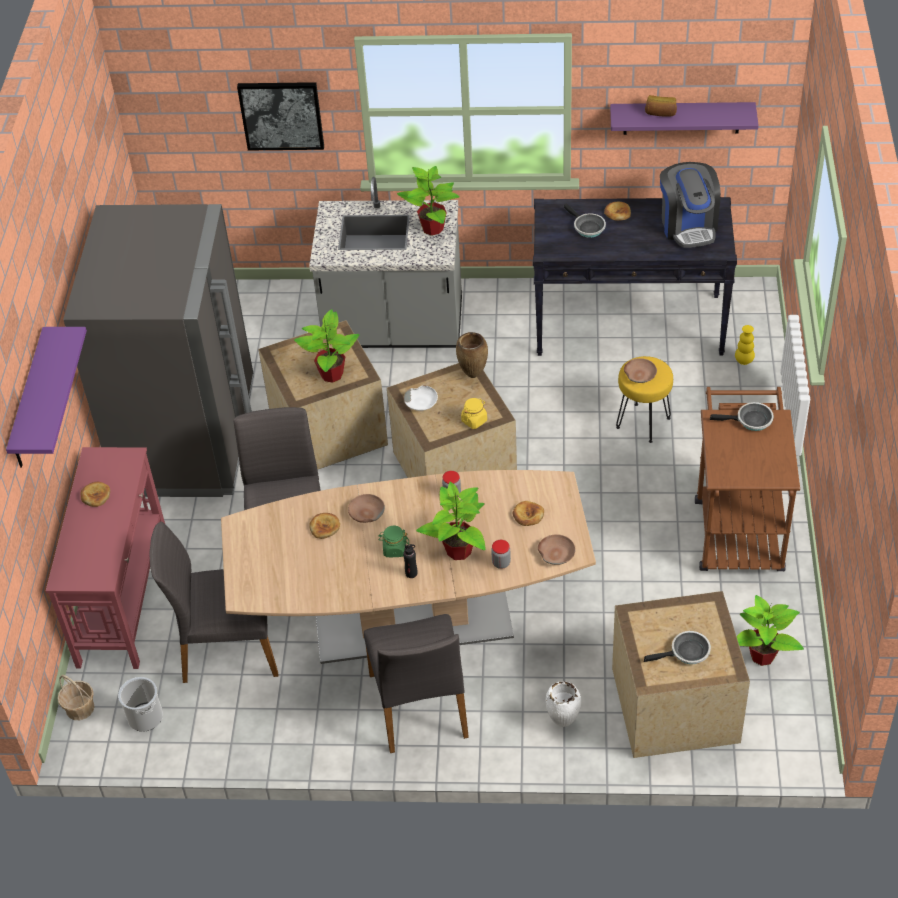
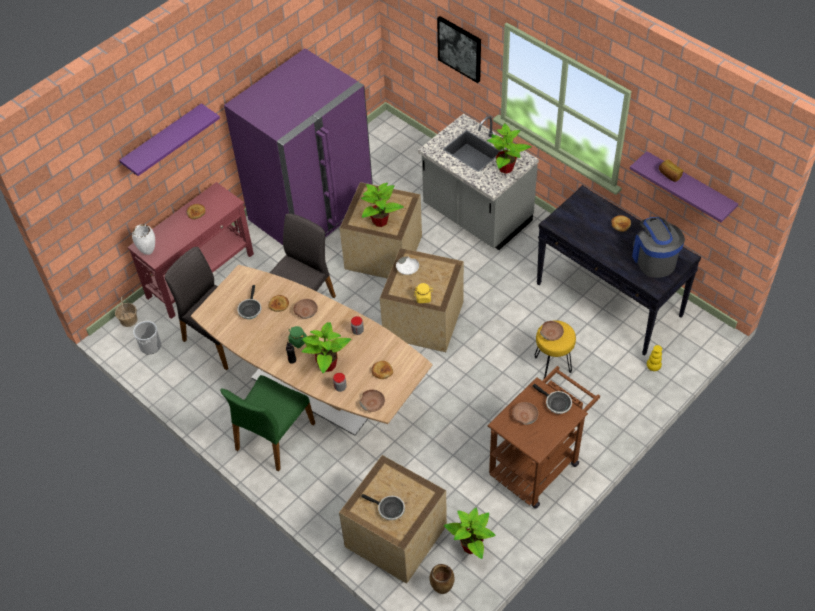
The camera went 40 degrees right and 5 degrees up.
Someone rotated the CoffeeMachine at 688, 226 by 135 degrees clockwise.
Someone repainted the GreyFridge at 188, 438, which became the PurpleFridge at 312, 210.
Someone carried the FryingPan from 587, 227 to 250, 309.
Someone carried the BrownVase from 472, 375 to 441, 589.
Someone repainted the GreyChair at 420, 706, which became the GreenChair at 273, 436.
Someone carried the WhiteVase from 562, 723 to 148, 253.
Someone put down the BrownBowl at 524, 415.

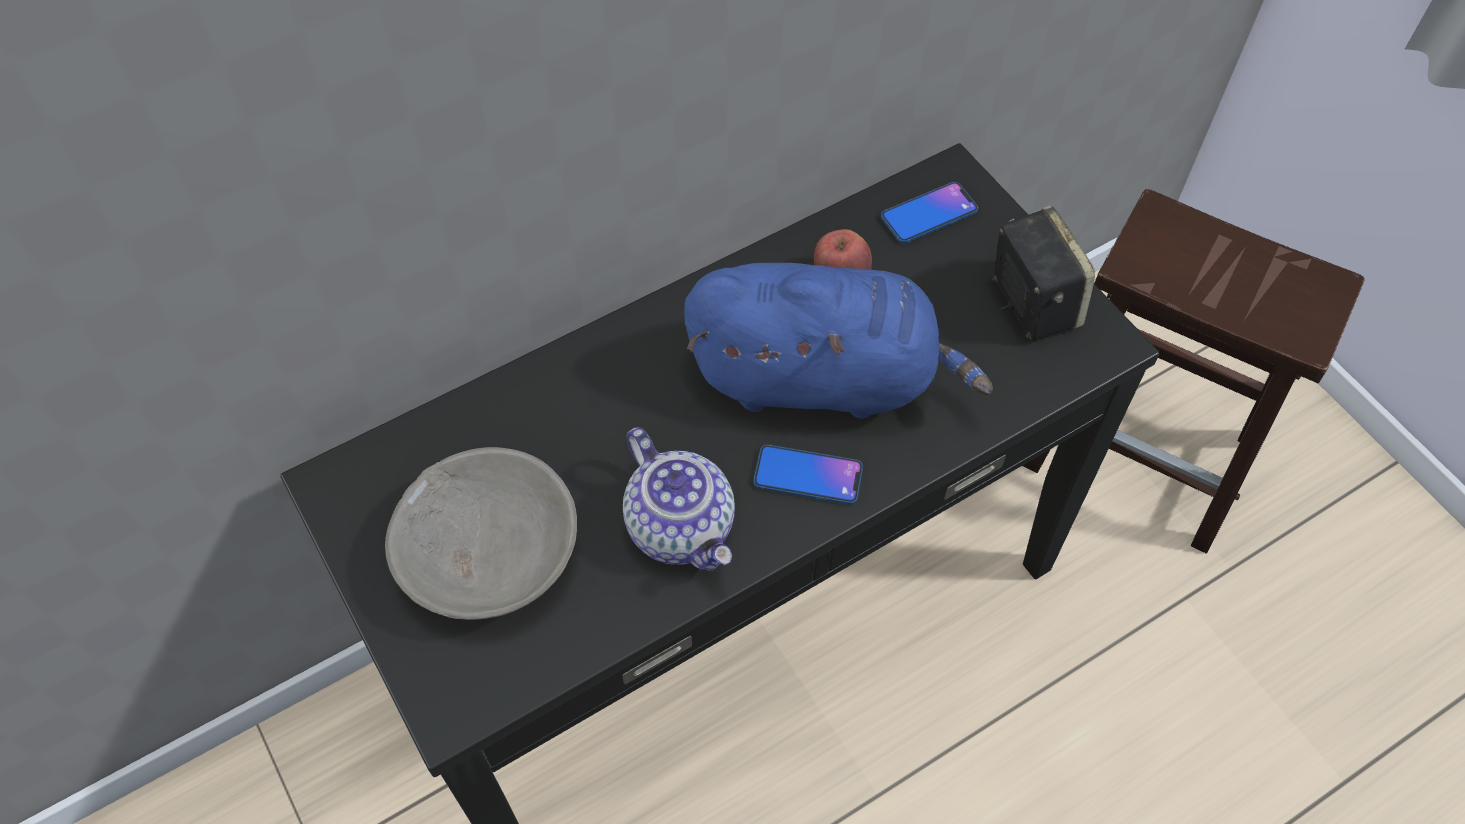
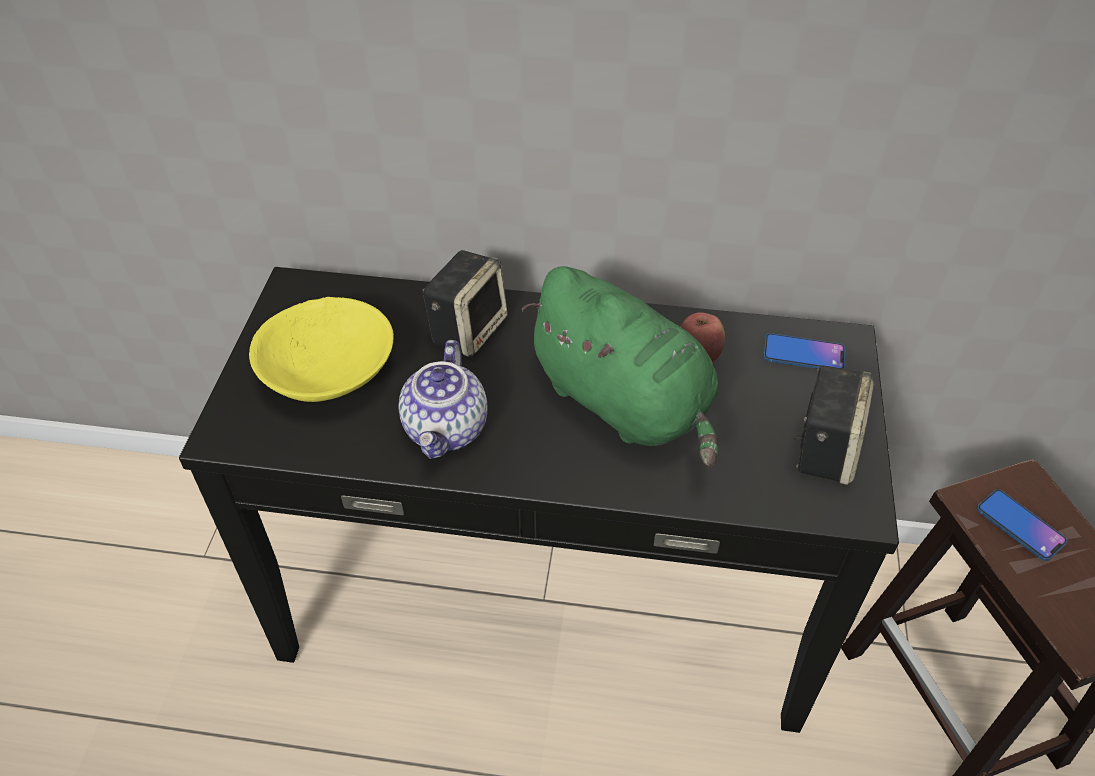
The camera went 40 degrees right and 10 degrees down.
Someone repainted the BluePlushToy at 822, 377, which became the GreenPlushToy at 625, 403.
Someone carried the Phone from 808, 476 to 1020, 525.
Someone repainted the GreyBowl at 490, 554, which became the YellowBowl at 328, 372.
Someone put down the Speaker at 468, 329.

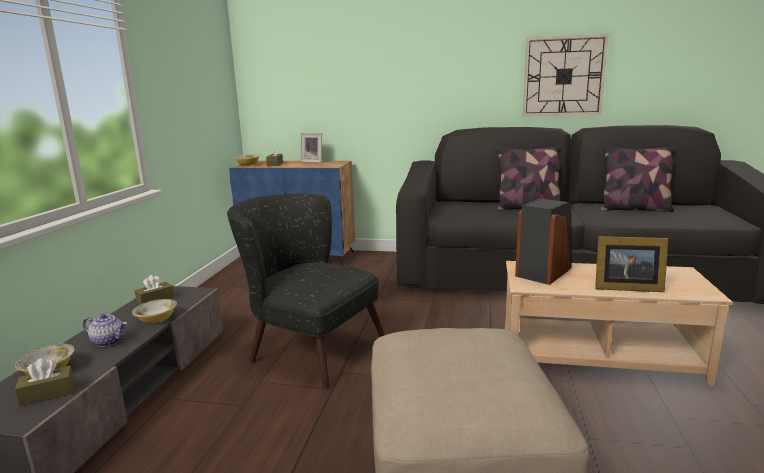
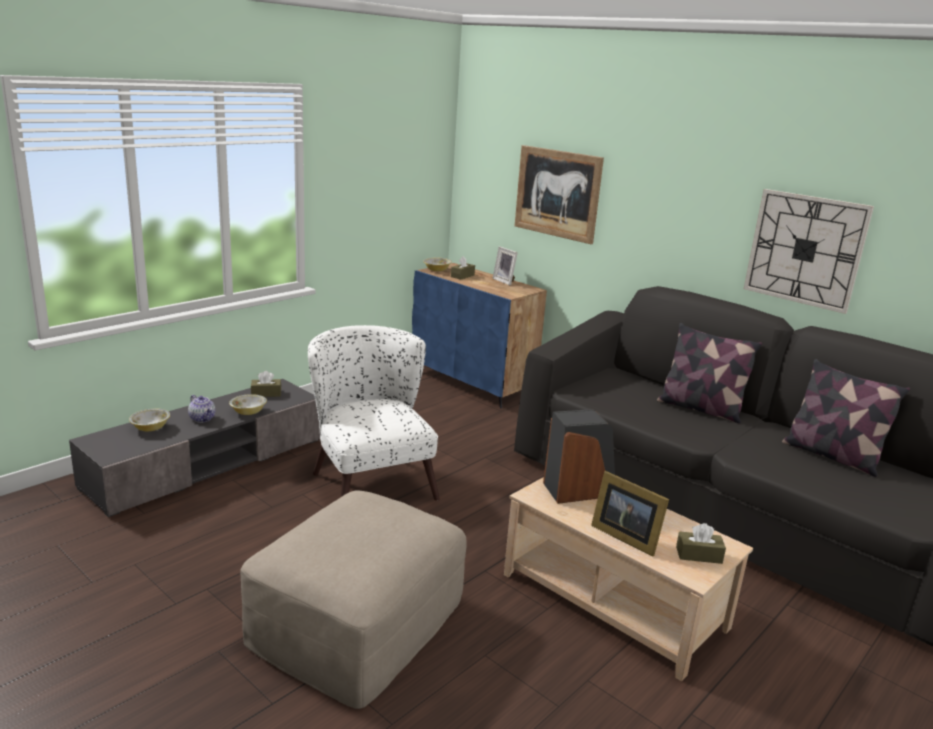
The camera went 30 degrees right and 5 degrees up.
Someone repainted the BlackArmchair at 308, 347, which became the WhiteArmchair at 369, 480.
Someone carried the BrownTissueBox from 48, 394 to 699, 555.
Someone put up the Picture at 557, 193.

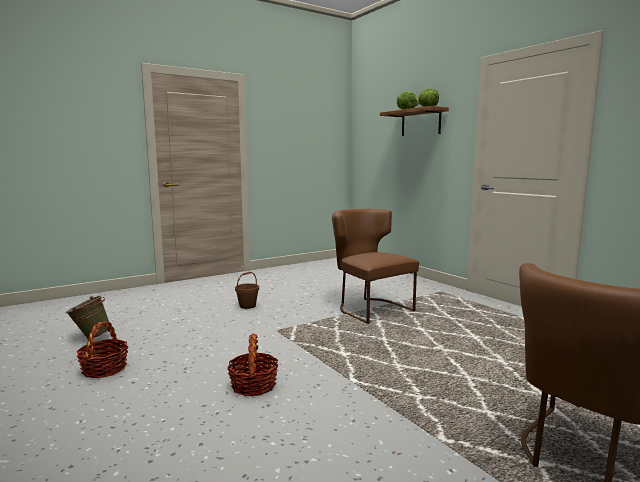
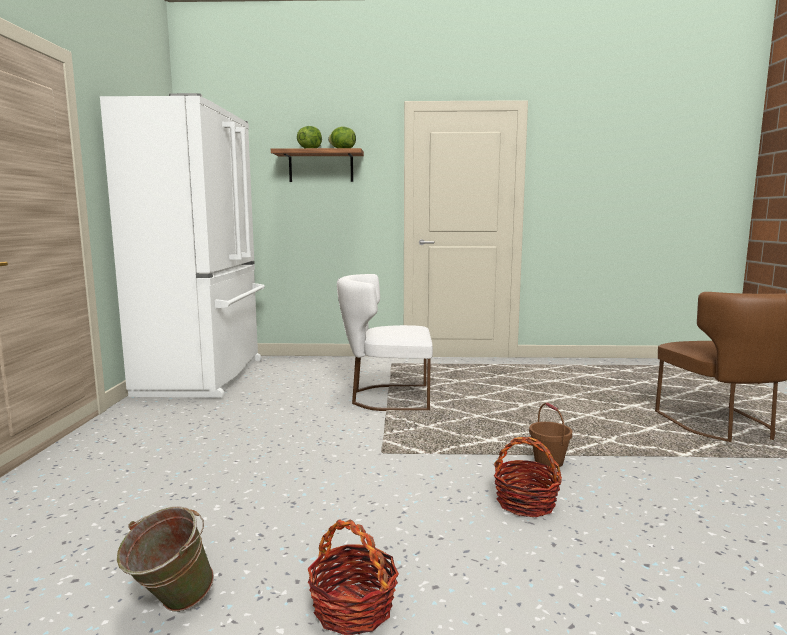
The camera went 55 degrees left and 0 degrees up.
Someone repainted the BrownChair at 369, 308, which became the WhiteChair at 386, 398.
Someone carried the BrownBucket from 247, 306 to 549, 462.
Someone put down the WhiteFridge at 206, 376.

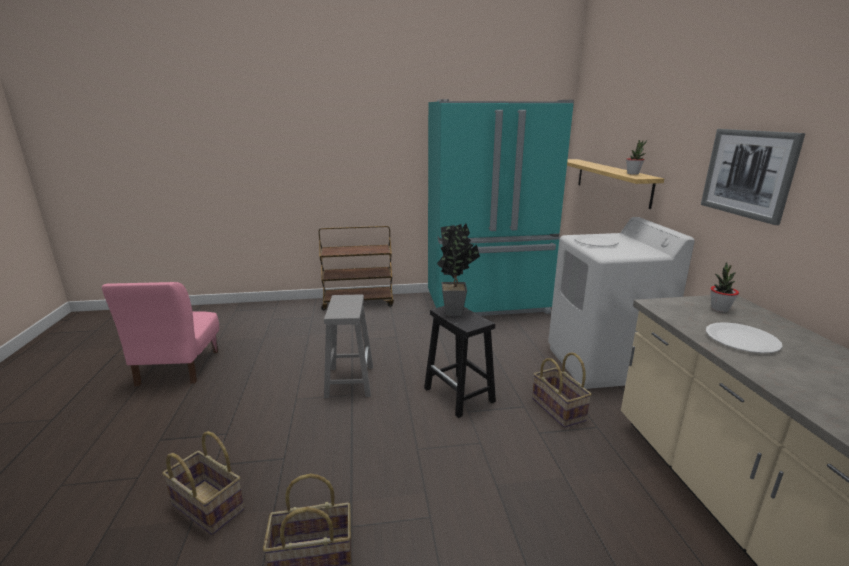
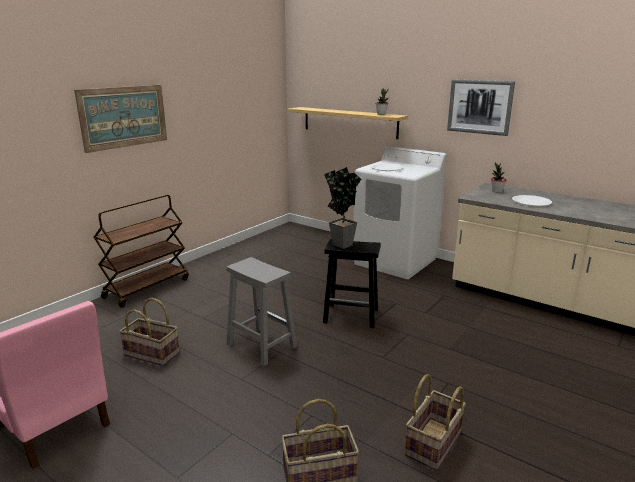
The camera went 45 degrees left and 0 degrees up.
Someone took away the TurquoiseFridge at 488, 304.
Someone carried the Basket from 559, 409 to 152, 353.
Someone put up the Picture at 124, 117.

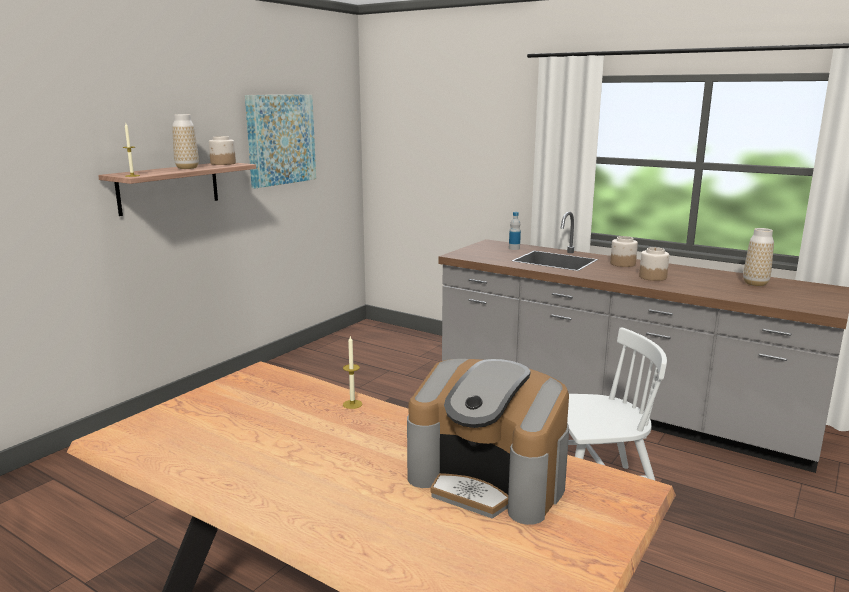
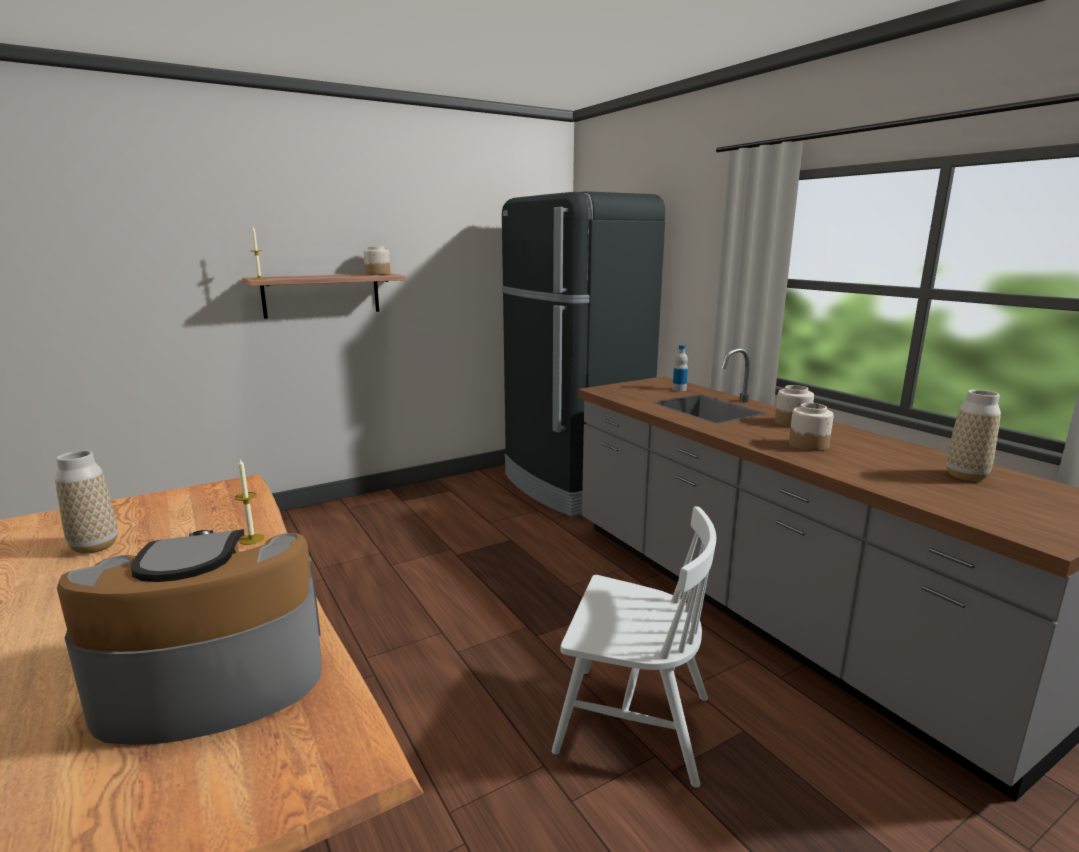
The camera went 25 degrees right and 0 degrees up.
Someone took away the Picture at 280, 139.
Someone carried the Vase from 187, 168 to 95, 546.
Someone rotated the CoffeeMachine at 489, 480 by 105 degrees clockwise.
Someone put down the BlackFridge at 572, 486.

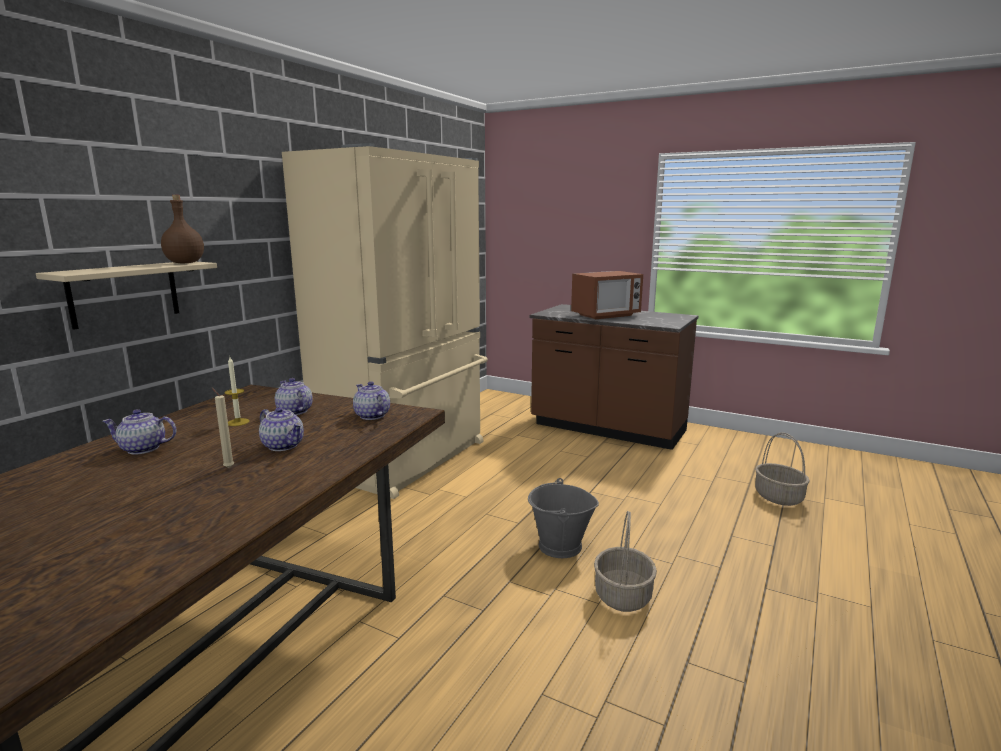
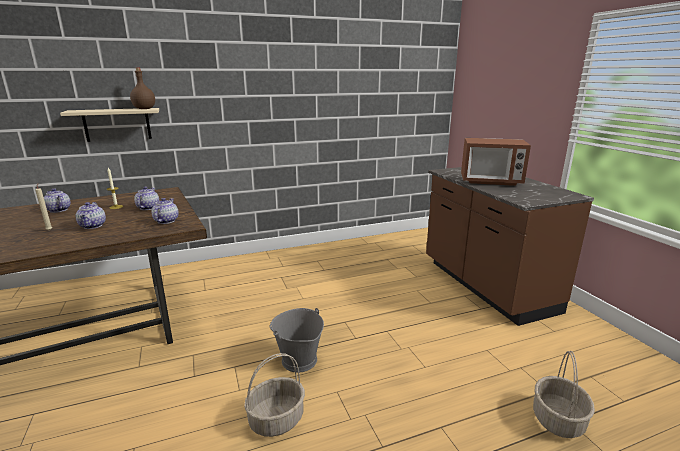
The camera went 40 degrees right and 5 degrees up.
Someone took away the BeigeFridge at 407, 458.

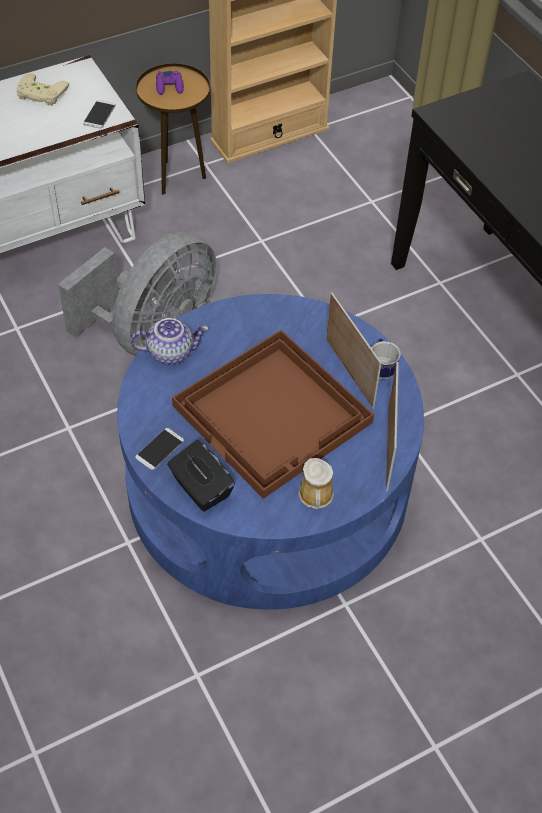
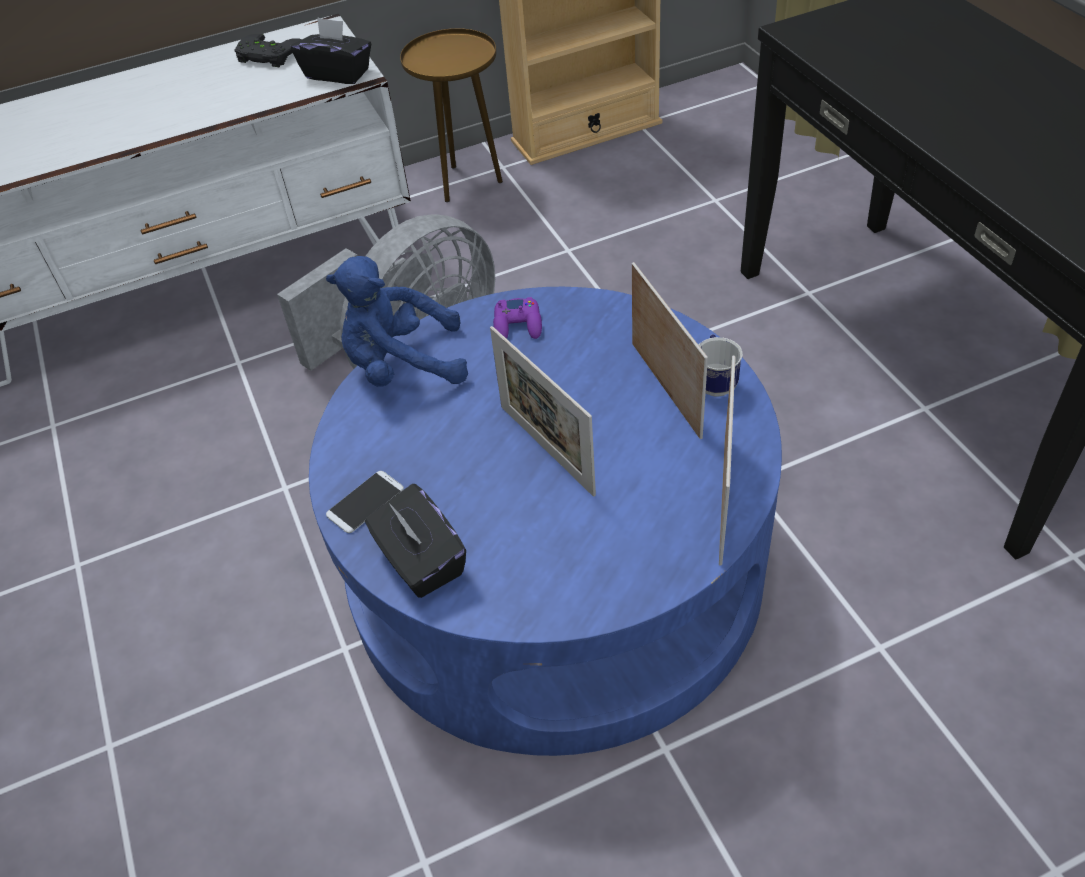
The camera went 10 degrees right and 5 degrees down.
Someone carried the PurpleGameController from 169, 86 to 518, 325.
Someone repainted the BeigeGameController at 40, 94, which became the BlackGameController at 267, 56.
Someone swapped the Phone at 99, 115 for the BlackTissueBox at 338, 73.
Someone swapped the Teapot at 171, 352 for the BluePlushToy at 402, 366.
Someone swapped the BrownTray at 274, 414 for the PictureFrame at 546, 449.
Someone took away the Mug at 316, 497.

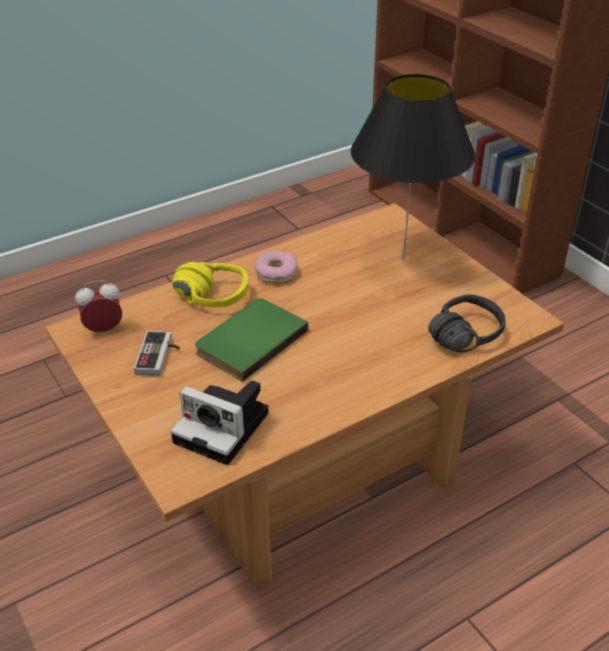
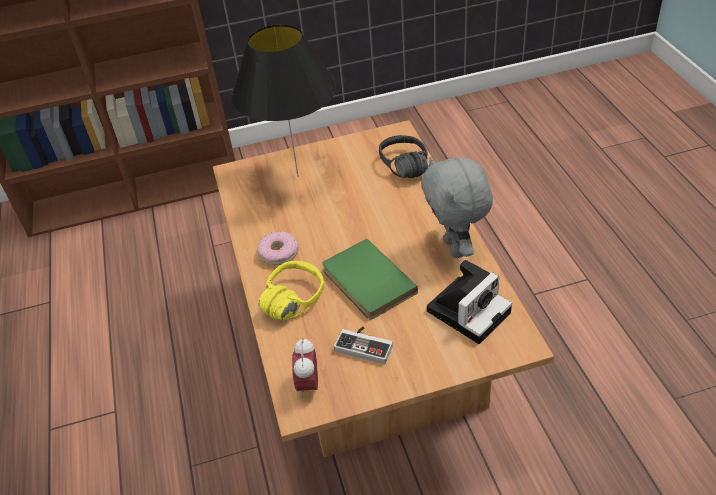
The camera went 70 degrees left and 5 degrees up.
Someone put down the GreyPlushToy at 456, 248.

